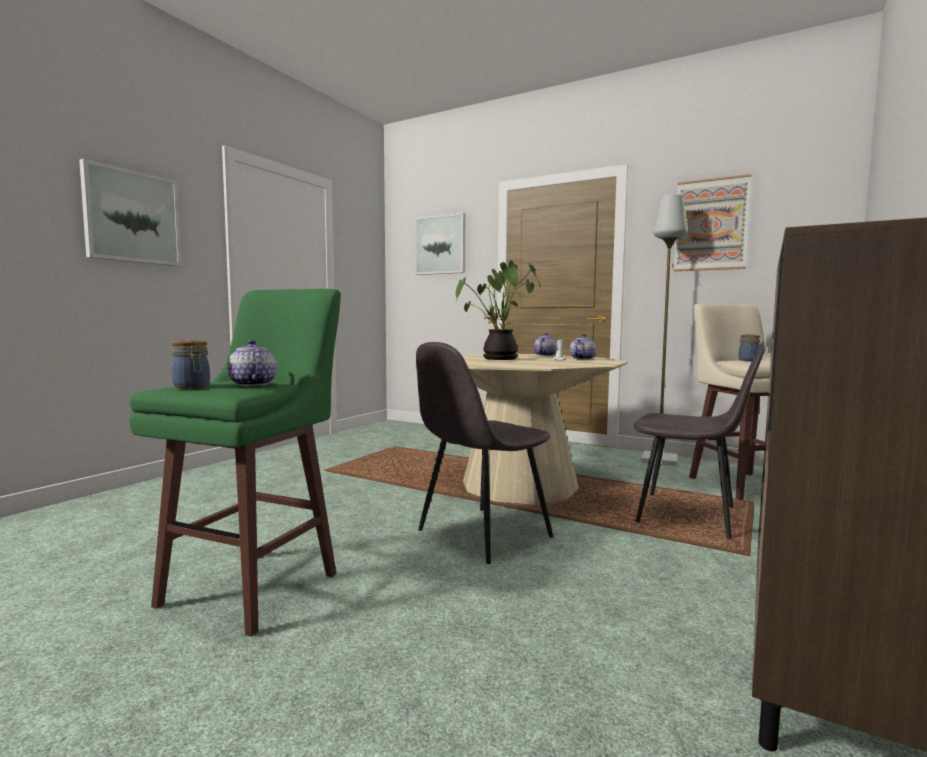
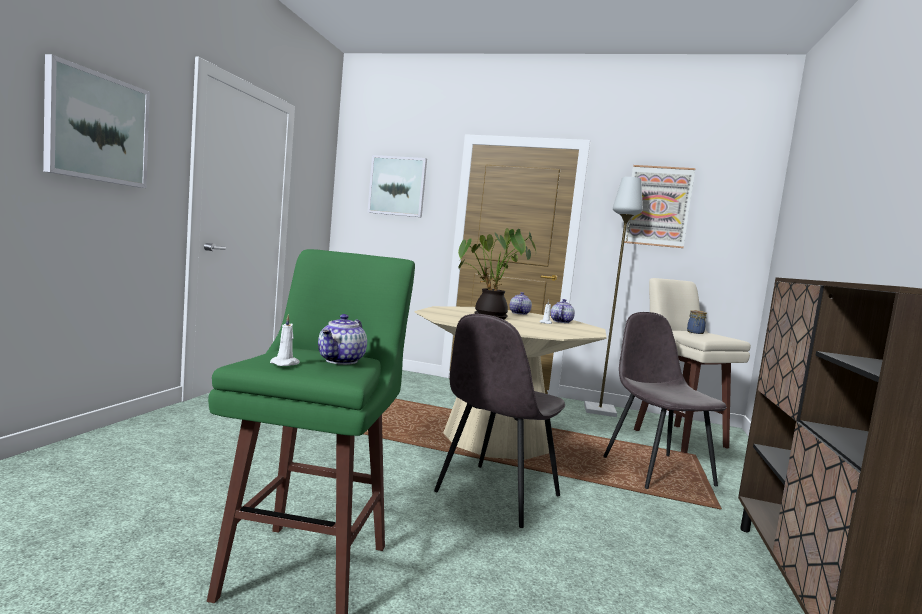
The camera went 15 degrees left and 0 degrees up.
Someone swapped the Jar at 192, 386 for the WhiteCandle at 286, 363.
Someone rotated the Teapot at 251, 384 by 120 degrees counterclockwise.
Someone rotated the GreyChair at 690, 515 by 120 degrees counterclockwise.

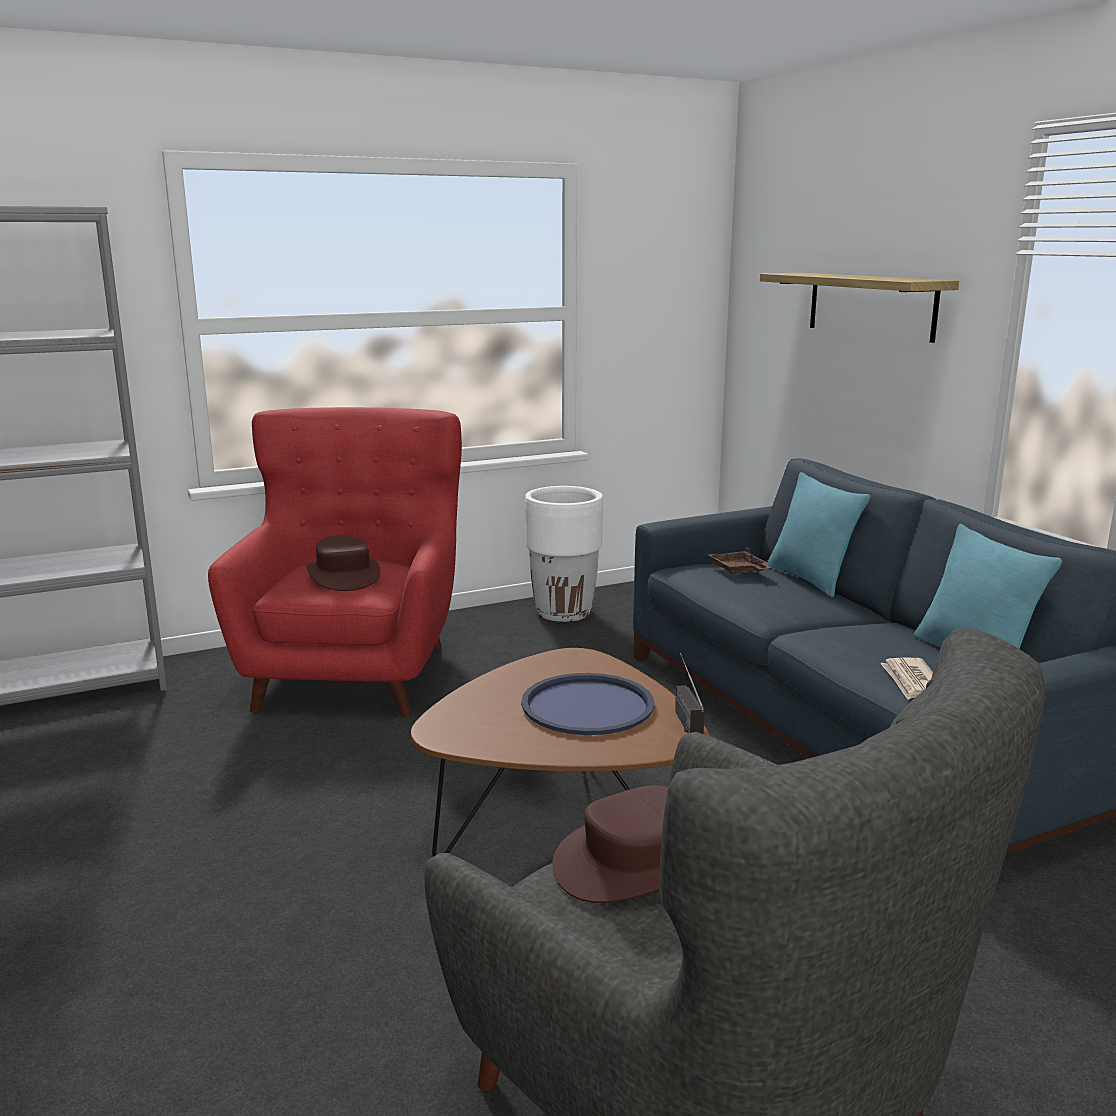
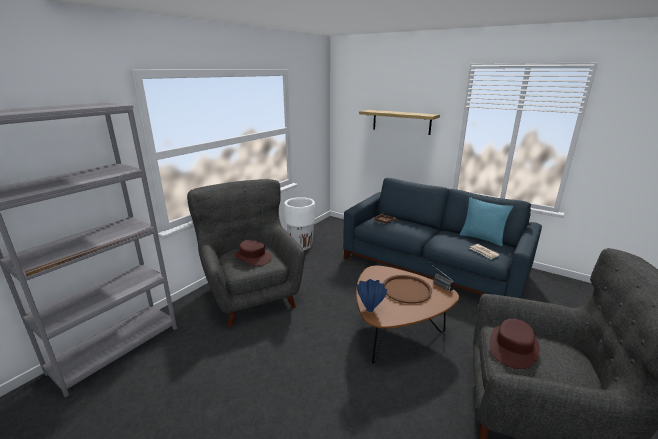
The camera went 30 degrees left and 5 degrees up.
Someone repainted the RedArmchair at 355, 672, which became the GreyArmchair at 251, 294.
Someone took away the TurquoisePillow at 810, 579.
Someone repainted the BlueTray at 587, 706, which became the BrownTray at 406, 289.
Someone put down the BlueVase at 370, 309.

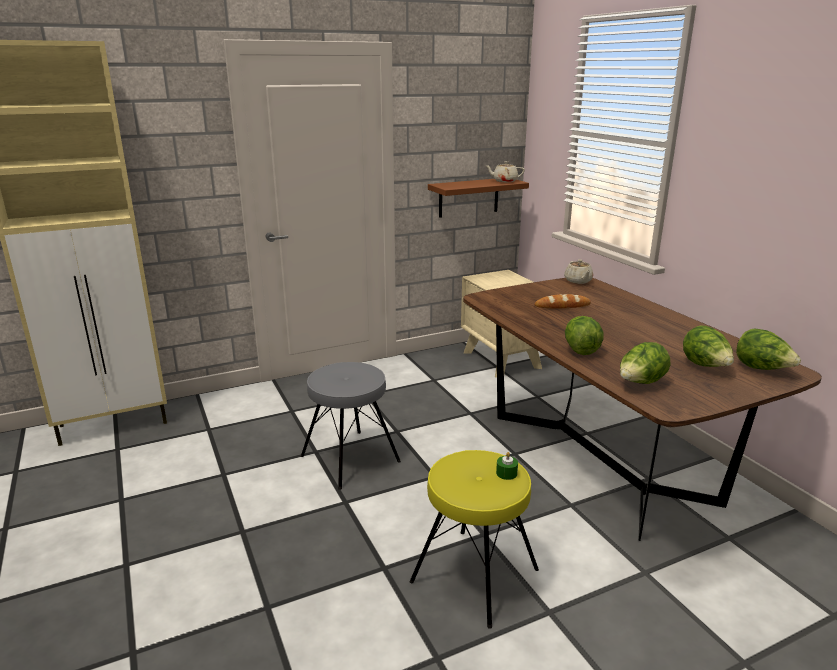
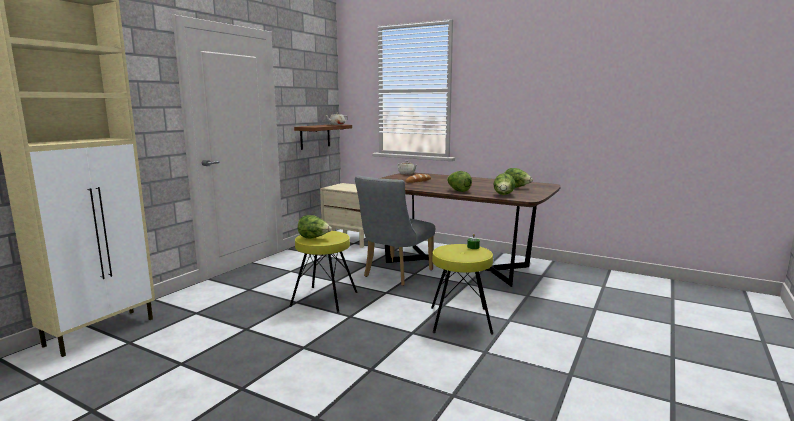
The camera went 35 degrees left and 10 degrees down.
Someone carried the Lettuce from 762, 369 to 314, 238.
Someone repainted the GreyStool at 349, 458, which became the YellowStool at 324, 299.
Someone put down the GreyChair at 395, 274.

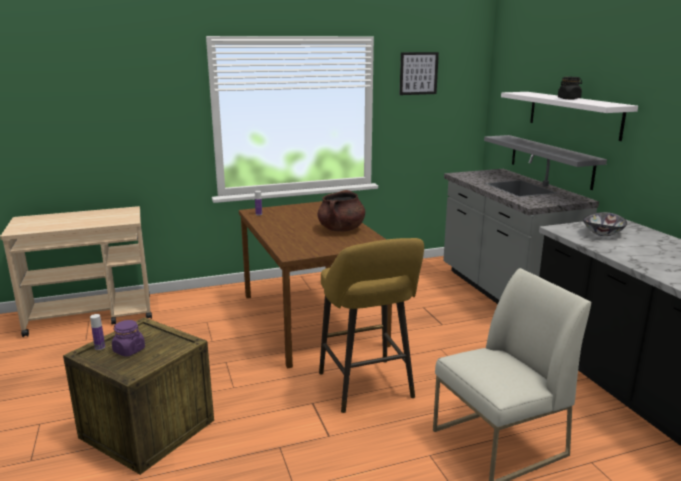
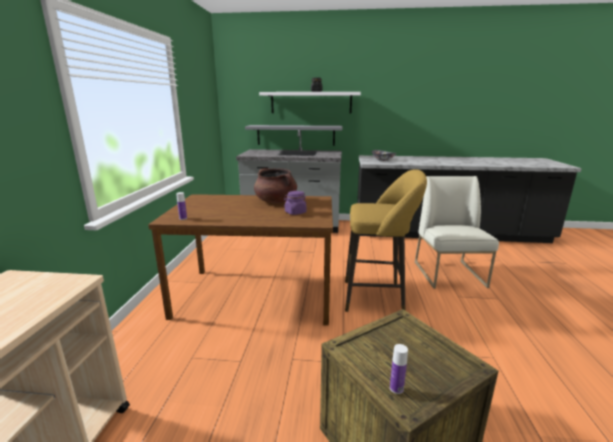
The camera went 65 degrees left and 0 degrees up.
Someone took away the Picture at 418, 73.
Someone carried the PurpleJar from 129, 350 to 295, 212.

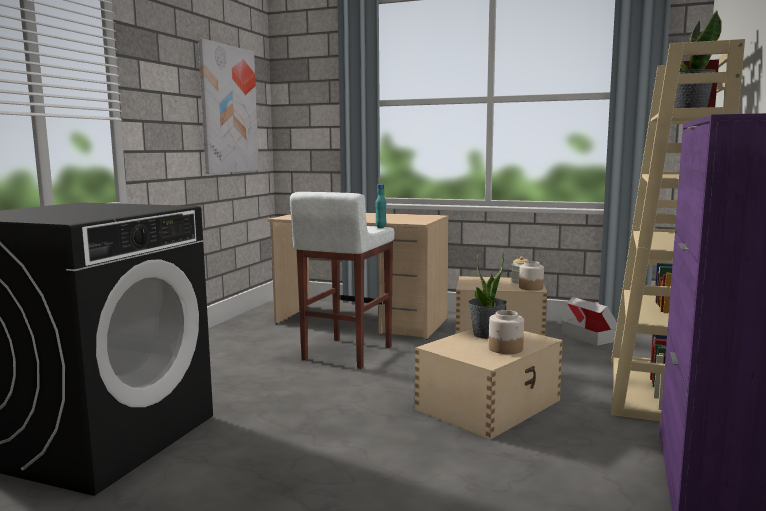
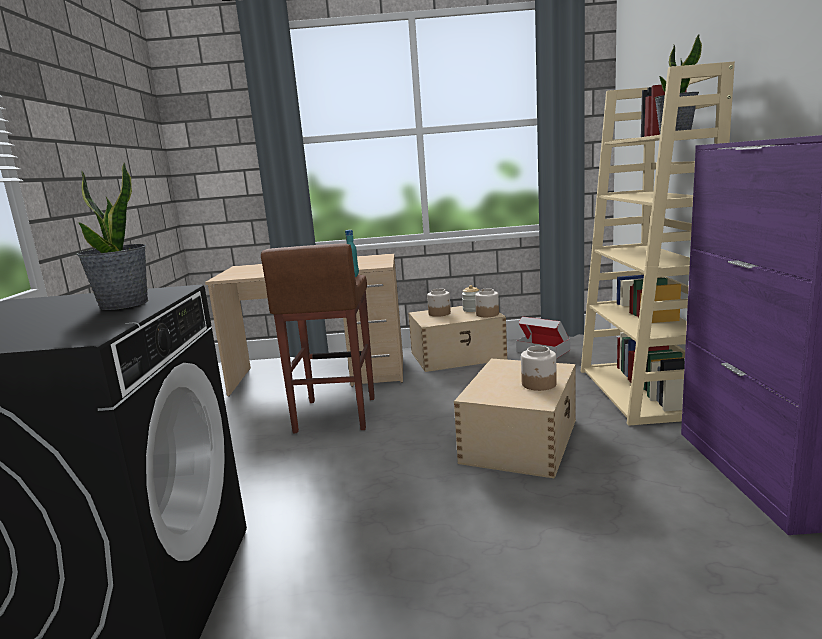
The camera went 20 degrees left and 5 degrees up.
Someone took away the Picture at 228, 109.
Someone repainted the WhiteStool at 346, 353, which became the BrownStool at 334, 415.
Someone carried the PottedPlant from 487, 335 to 124, 304.
Someone put down the Jar at 439, 313.

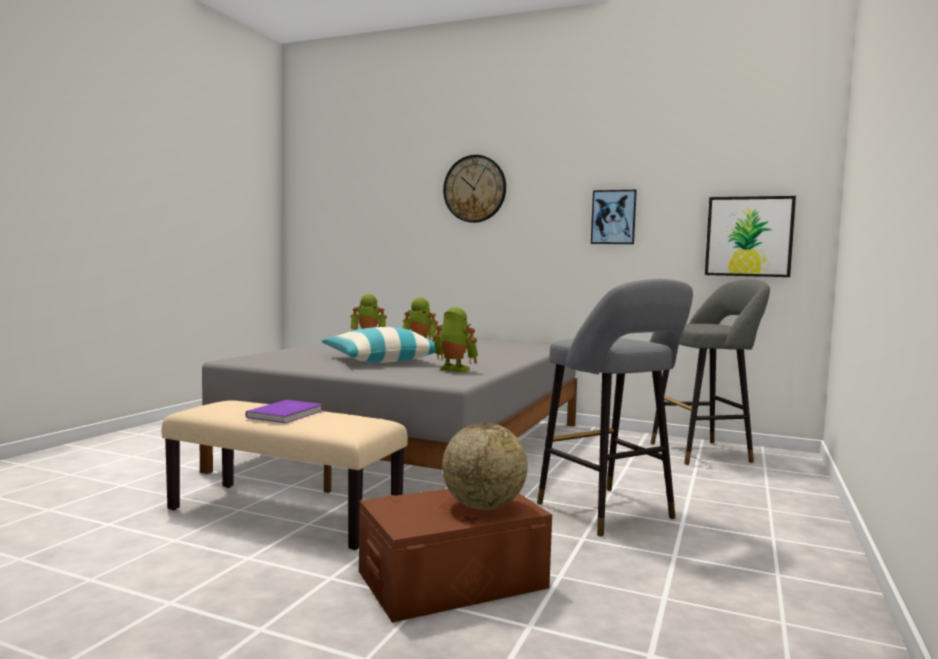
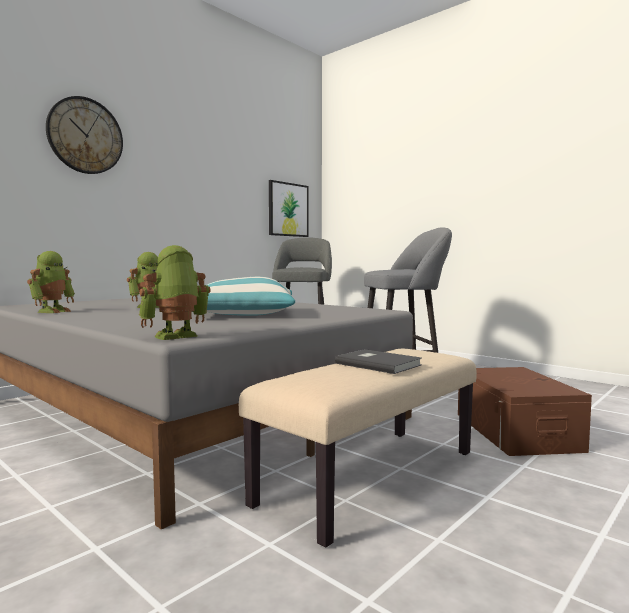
The camera went 70 degrees left and 0 degrees up.
Someone took away the Picture at 613, 217.
Someone carried the ToyRobot from 453, 370 to 176, 337.
Someone repainted the PurpleBook at 287, 414, which became the GreyBook at 378, 363.
Someone took away the Globe at 483, 507.

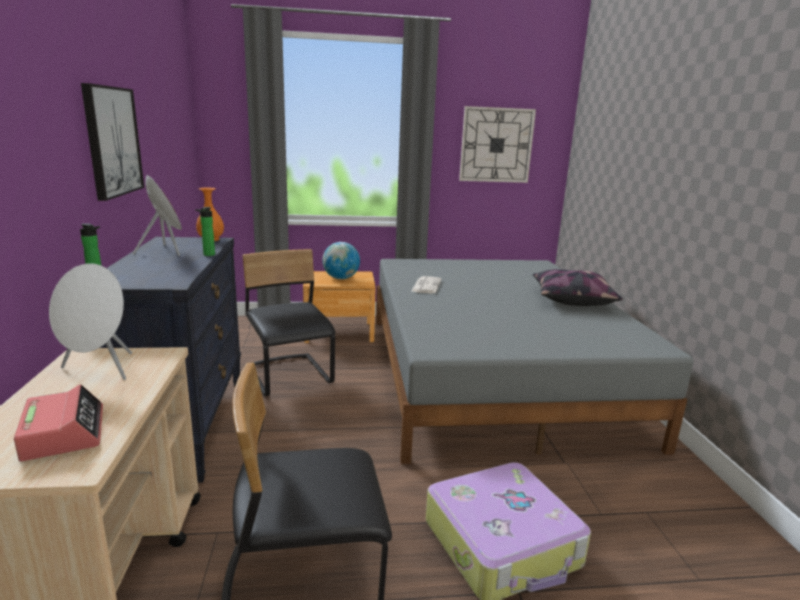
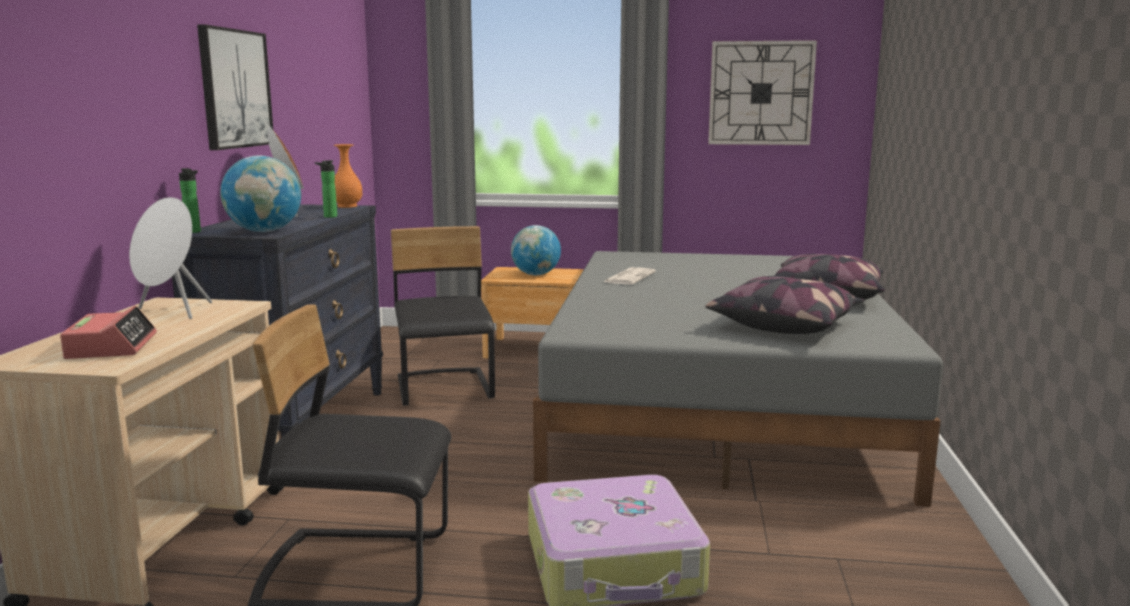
The camera went 15 degrees right and 5 degrees down.
Someone put down the Globe at 264, 231.
Someone put down the Pillow at 784, 325.

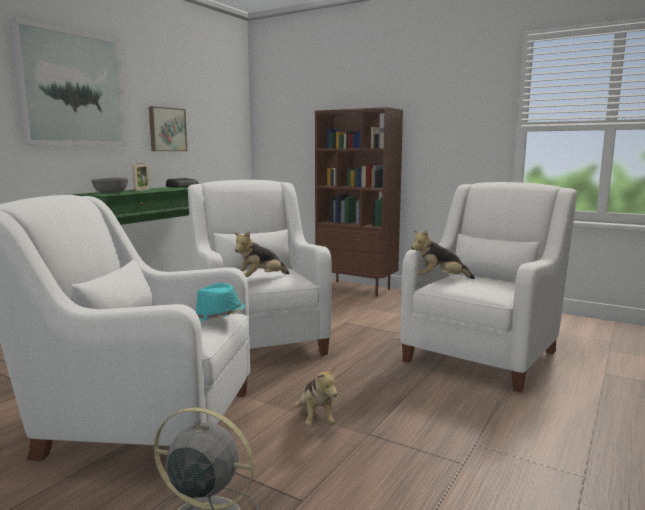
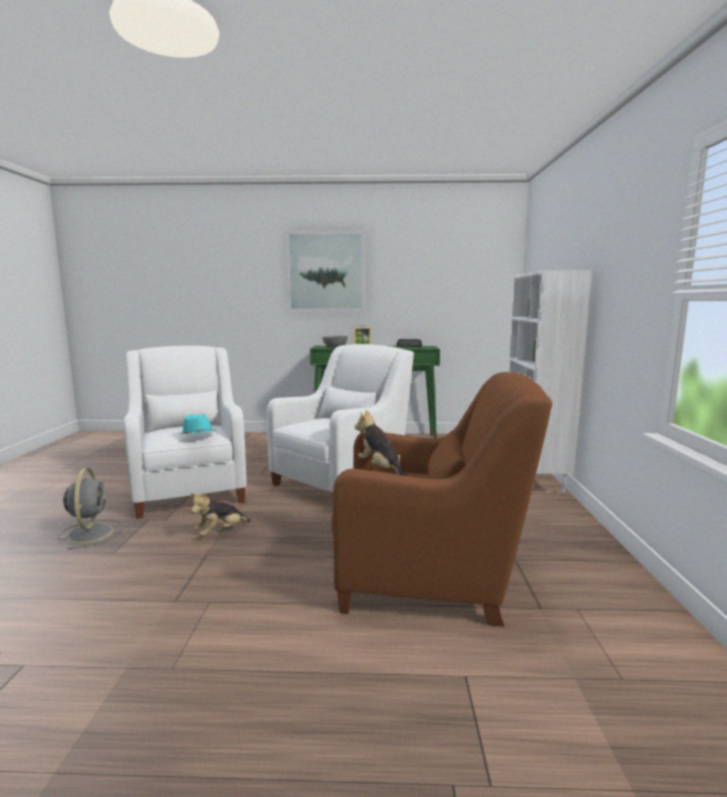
The camera went 60 degrees right and 0 degrees up.
Someone took away the Picture at 167, 129.
Someone repainted the BrownBookcase at 357, 288, which became the WhiteBookcase at 535, 480.
Someone repainted the WhiteArmchair at 484, 353, which became the BrownArmchair at 429, 577.
Someone took away the PlushToy at 260, 279.

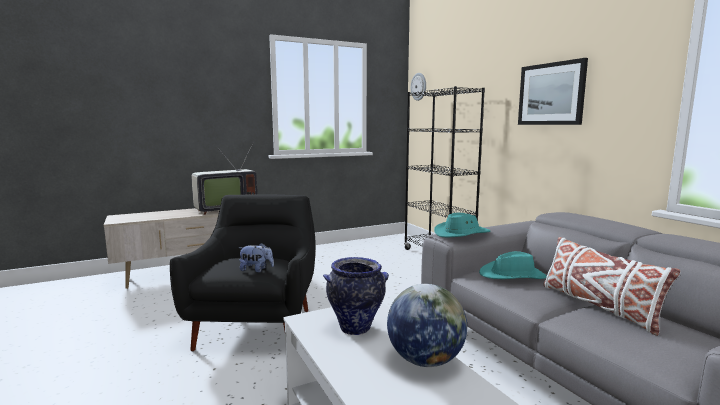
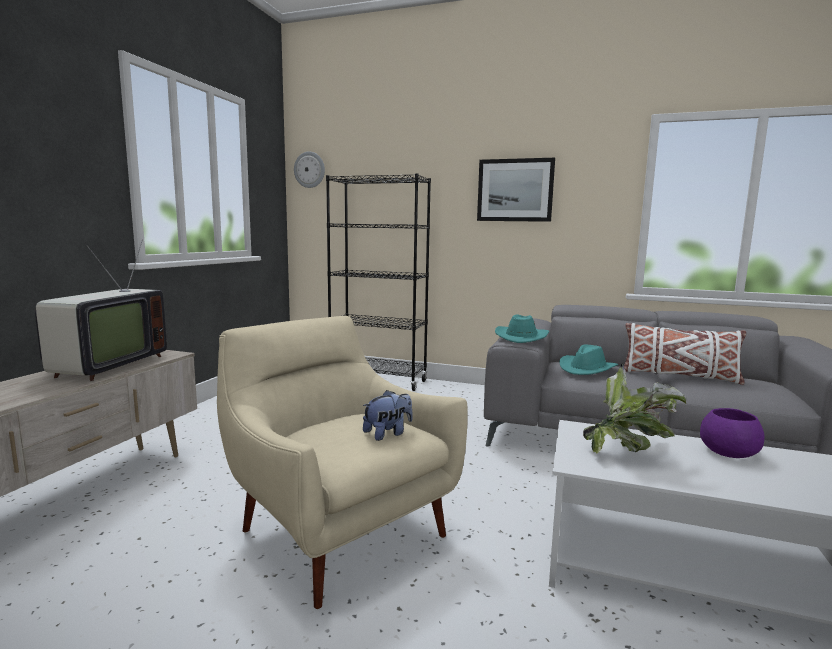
The camera went 45 degrees left and 0 degrees up.
Someone repainted the BlackArmchair at 257, 326, which became the BeigeArmchair at 338, 528.
Someone swapped the Vase at 356, 328 for the PottedPlant at 628, 451.
Someone swapped the Globe at 425, 360 for the PurpleBowl at 727, 452.

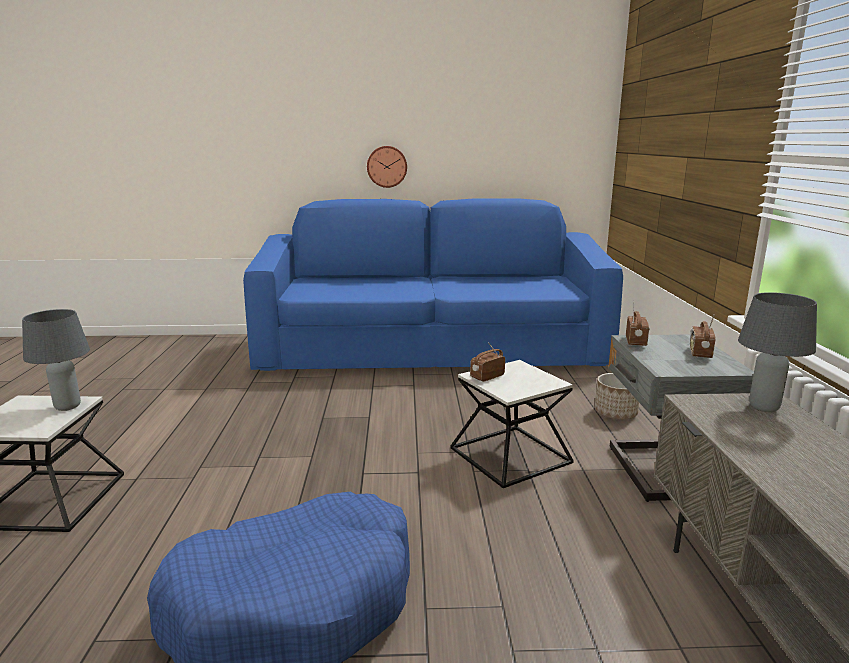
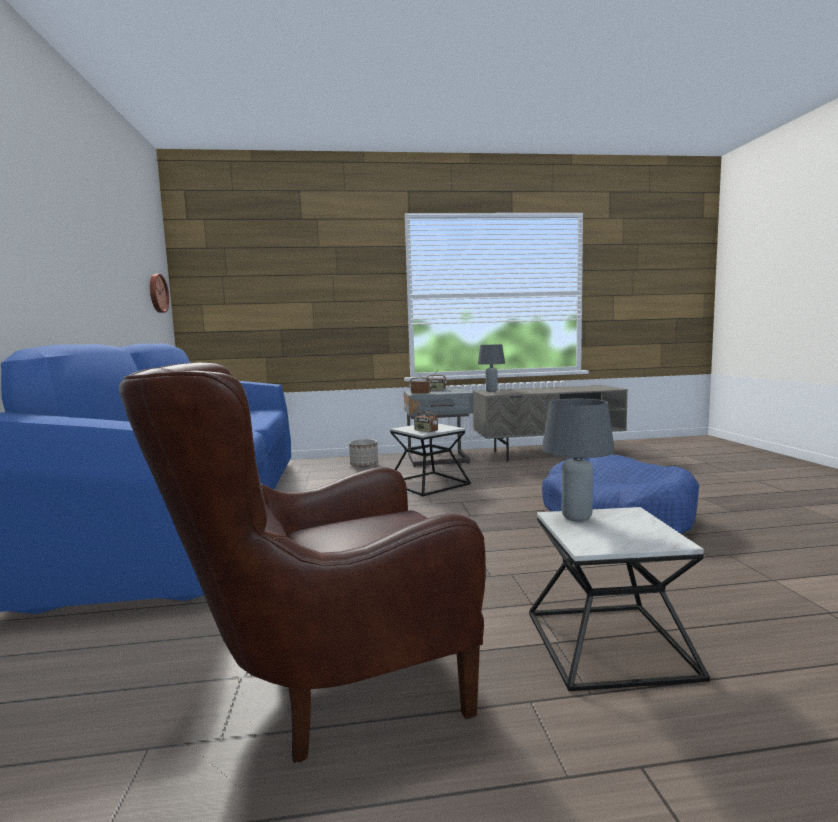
The camera went 95 degrees left and 10 degrees down.
Someone carried the WallClock from 387, 166 to 157, 293.
Someone put down the BrownArmchair at 326, 688.

